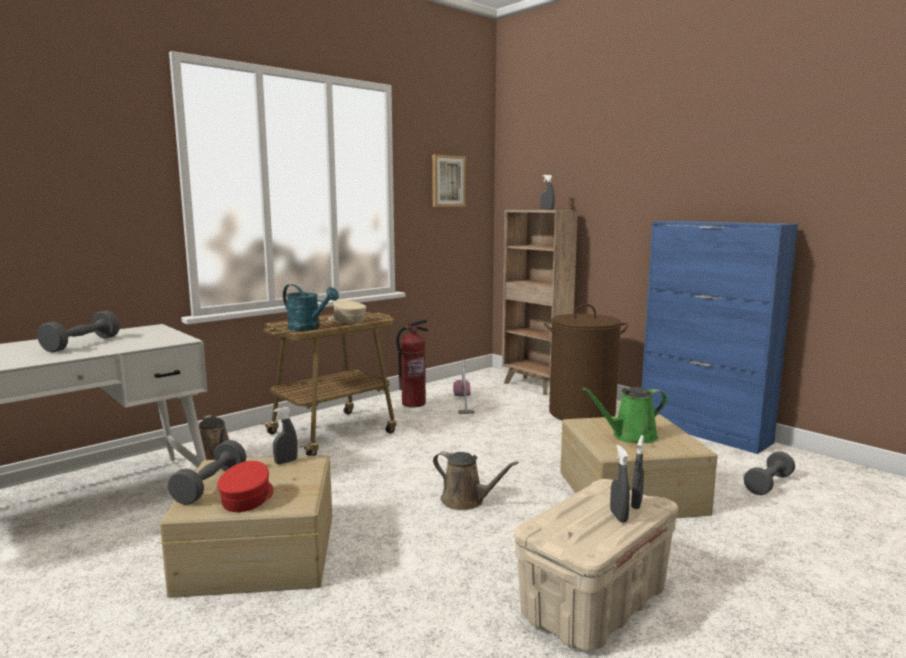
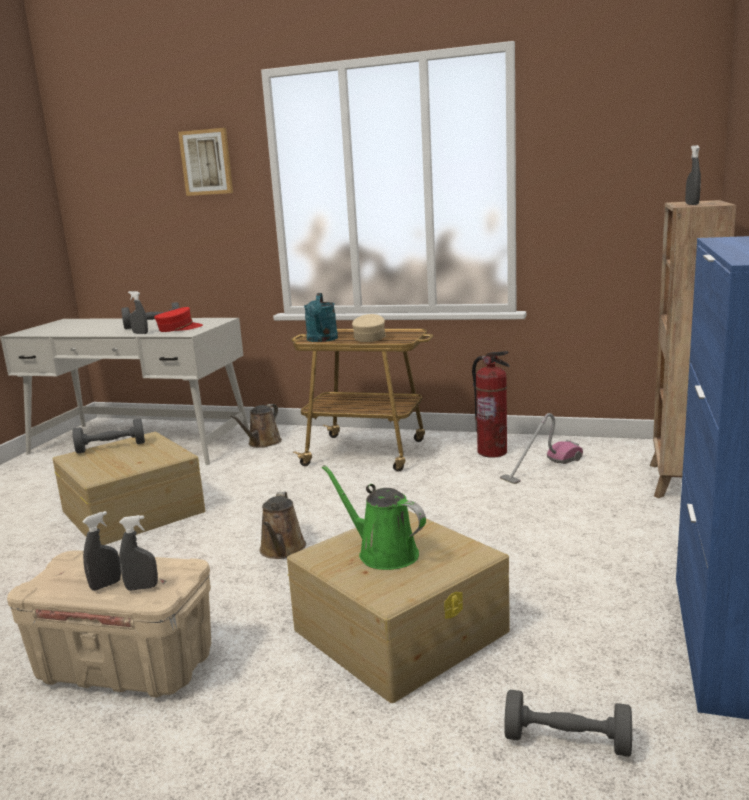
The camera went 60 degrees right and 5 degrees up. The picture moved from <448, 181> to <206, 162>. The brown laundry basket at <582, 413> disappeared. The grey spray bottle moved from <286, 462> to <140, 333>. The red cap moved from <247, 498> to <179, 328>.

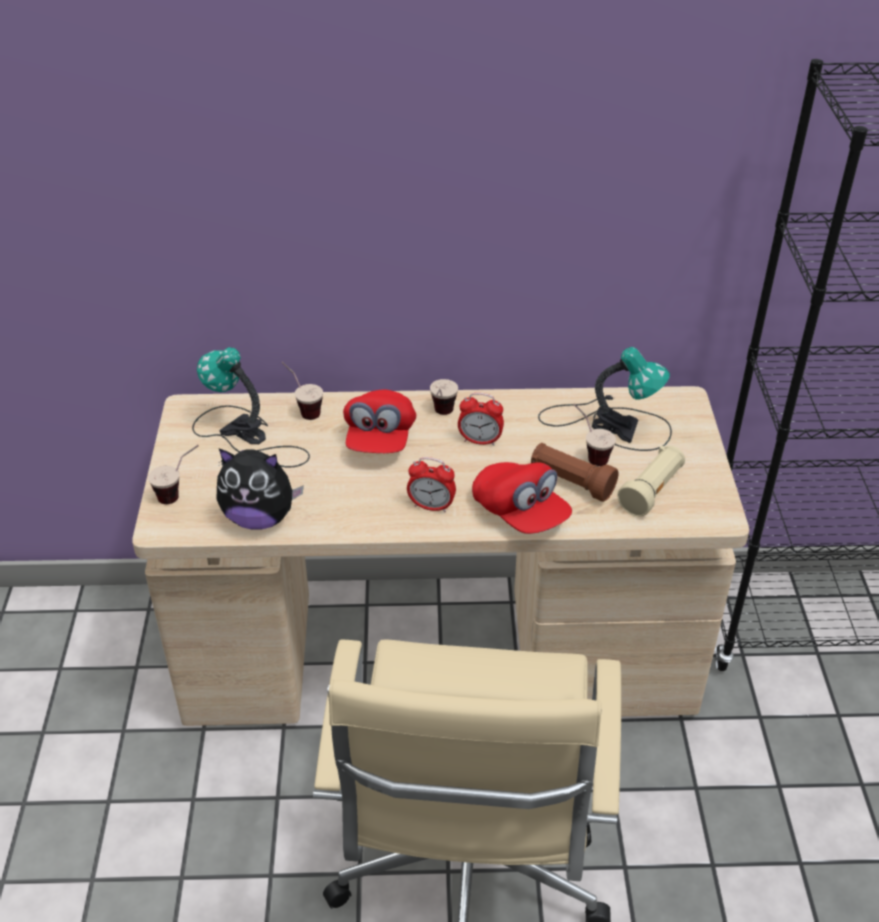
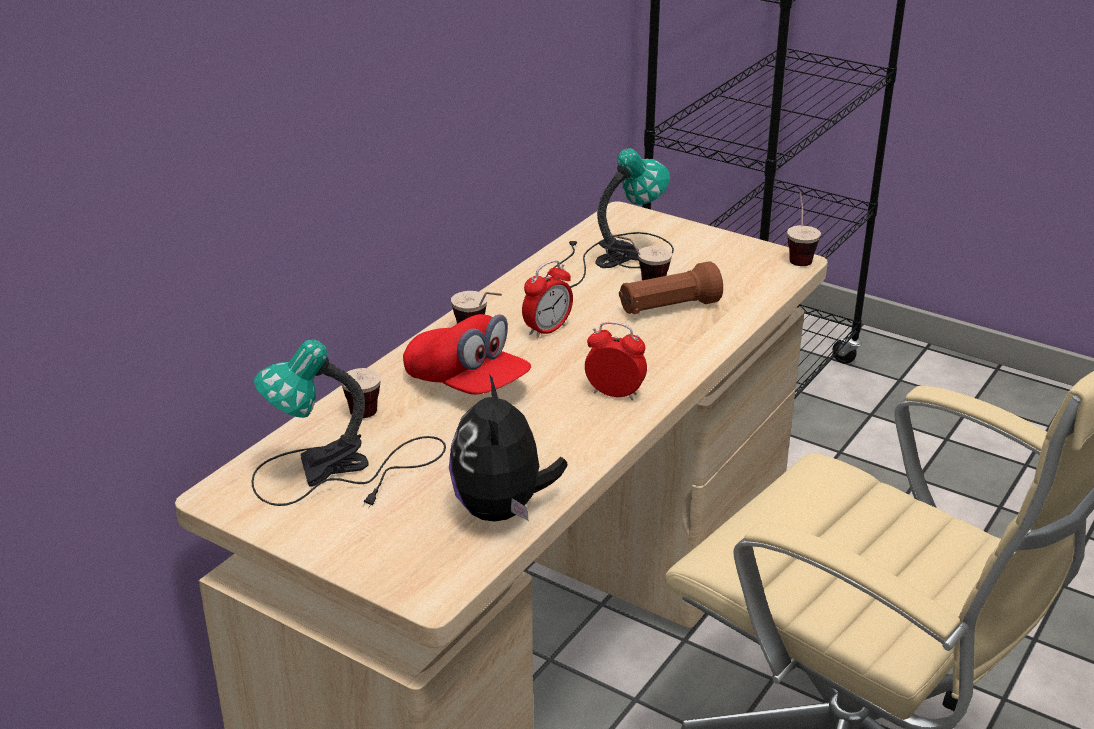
The camera went 55 degrees left and 10 degrees down. The cup moved from <180, 493> to <798, 255>. The beige flashlight at <651, 491> disappeared. The plush toy at <260, 518> turned 135 degrees clockwise. The alarm clock at <431, 506> turned 120 degrees counterclockwise. The red cap at <520, 513> disappeared.

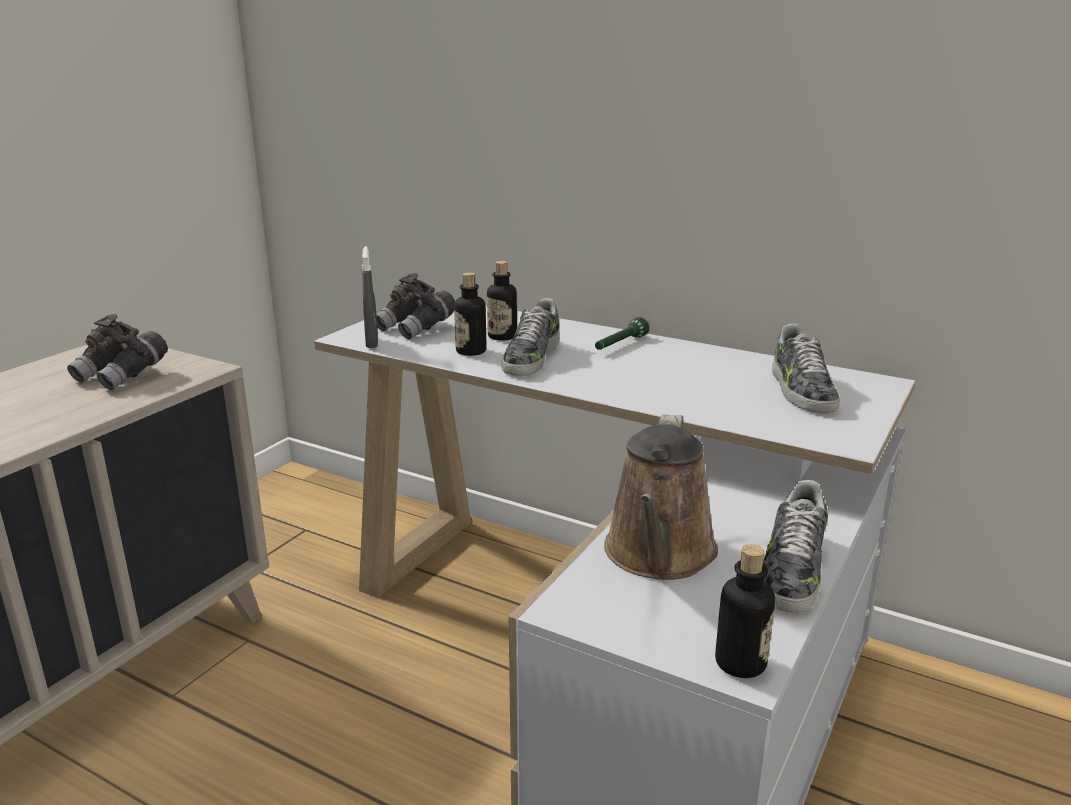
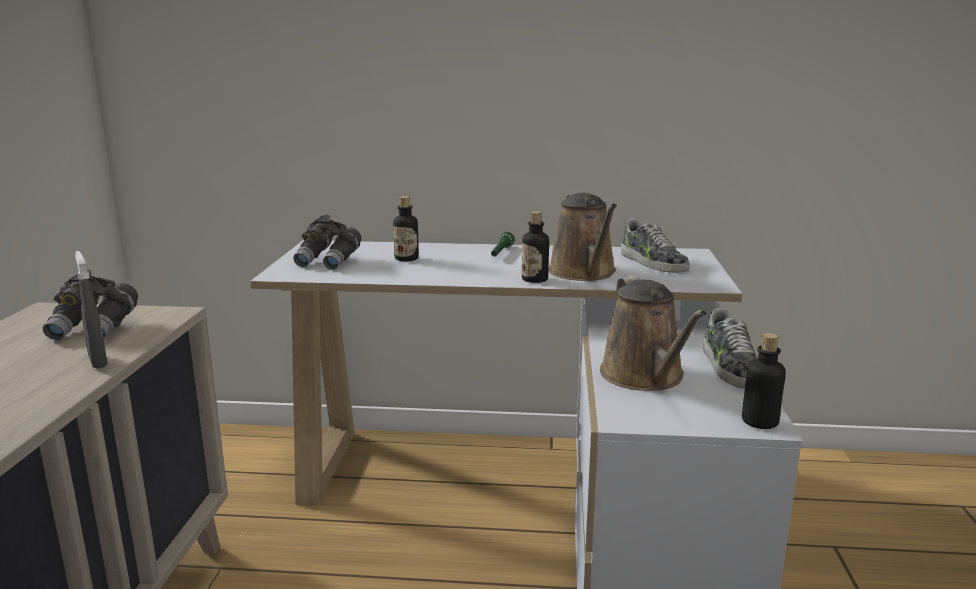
The camera went 25 degrees left and 5 degrees down. The grey spray bottle moved from <372, 343> to <98, 362>. The bottle moved from <471, 351> to <534, 279>. The shoe at <531, 357> disappeared. The brown watering can at <584, 273> appeared.

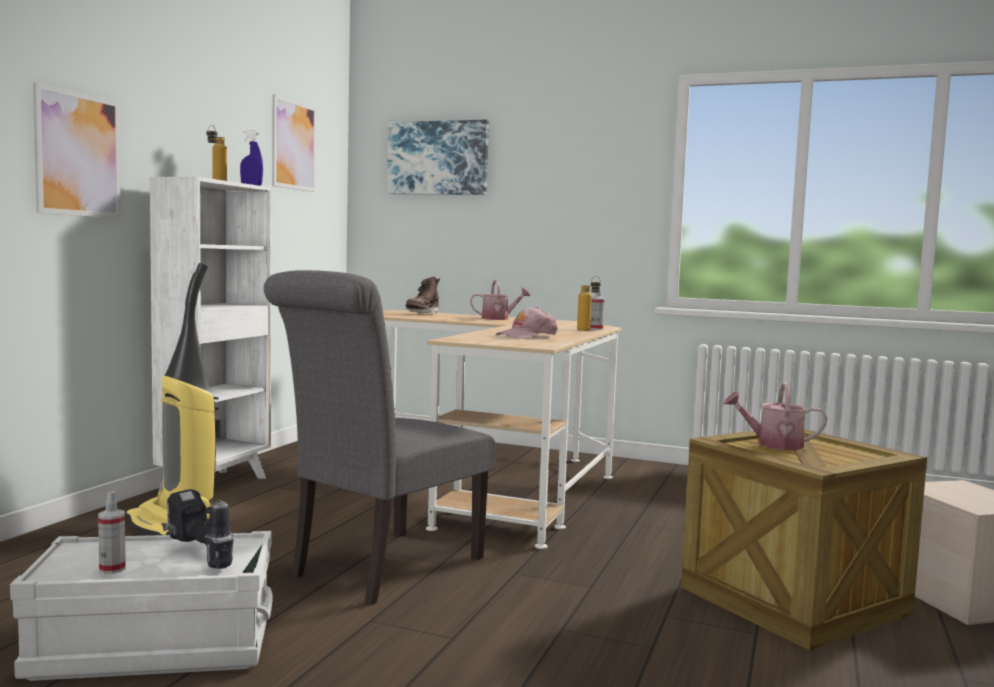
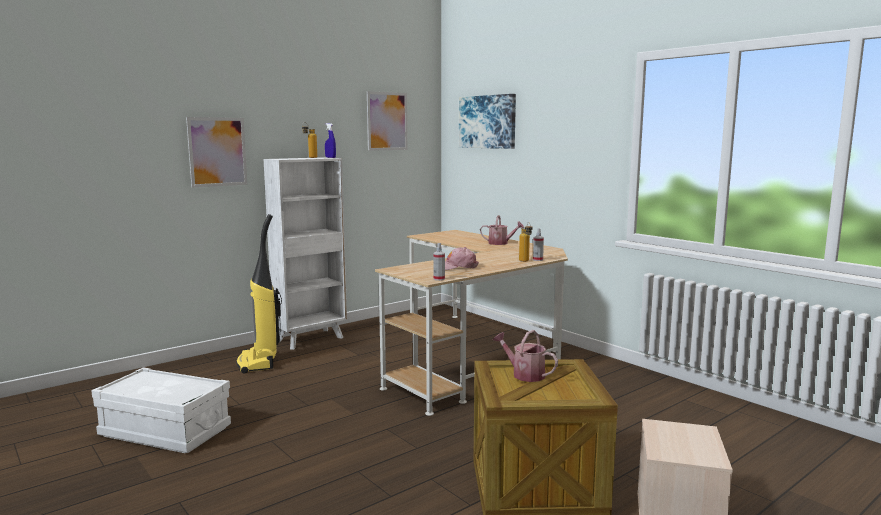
The camera went 30 degrees right and 5 degrees up. The grey chair at <379, 569> disappeared. The brown boot at <422, 313> disappeared. The power drill at <197, 554> disappeared. The spray bottle moved from <112, 569> to <439, 279>.

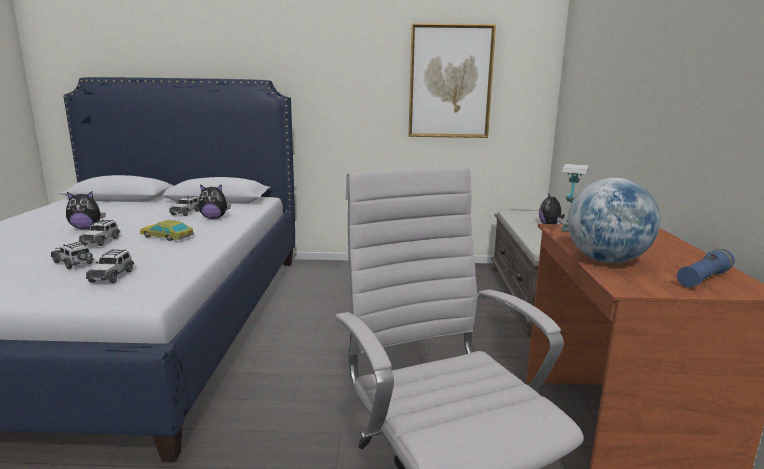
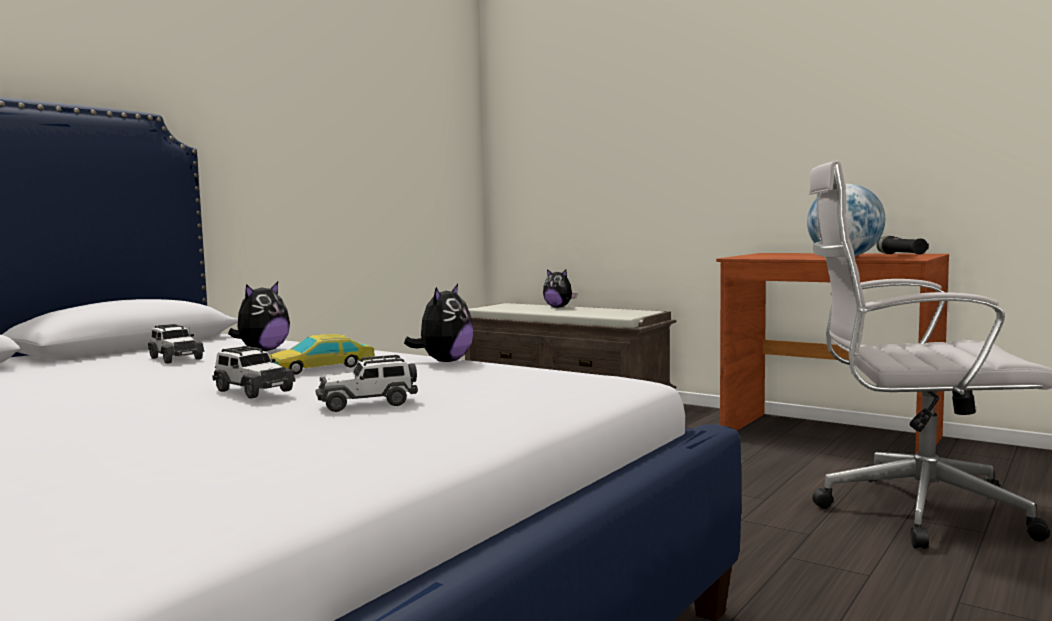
The camera went 55 degrees left and 10 degrees down. The picture at <450, 82> disappeared. The table lamp at <567, 236> disappeared. The plush toy moved from <86, 228> to <444, 361>. The toy car at <112, 276> disappeared. The blue flashlight at <703, 279> became the black flashlight at <901, 254>.

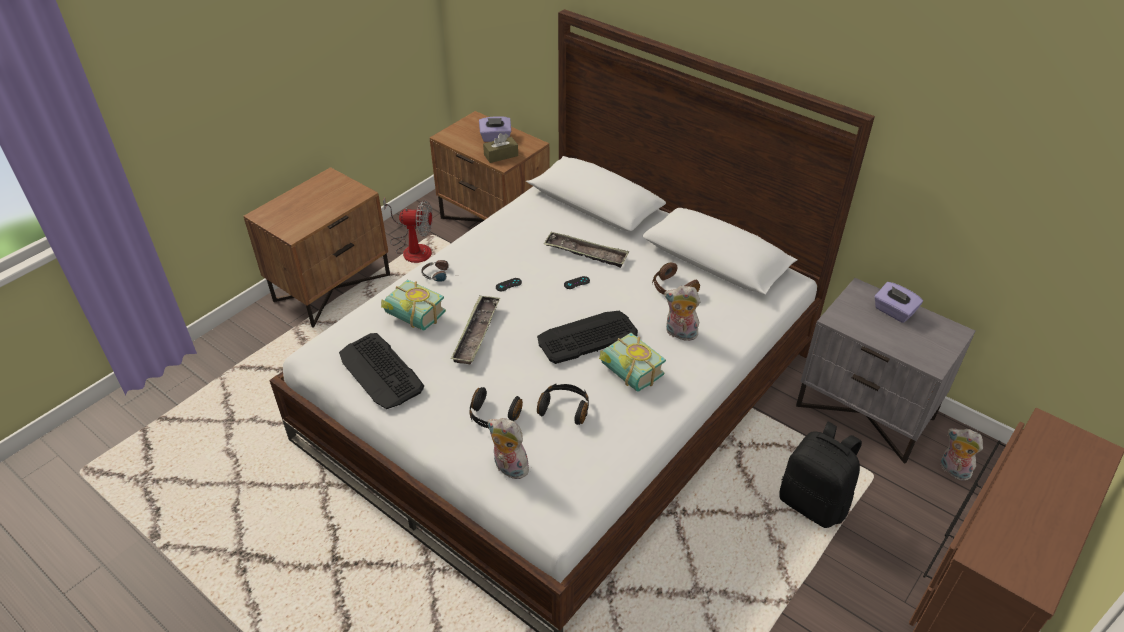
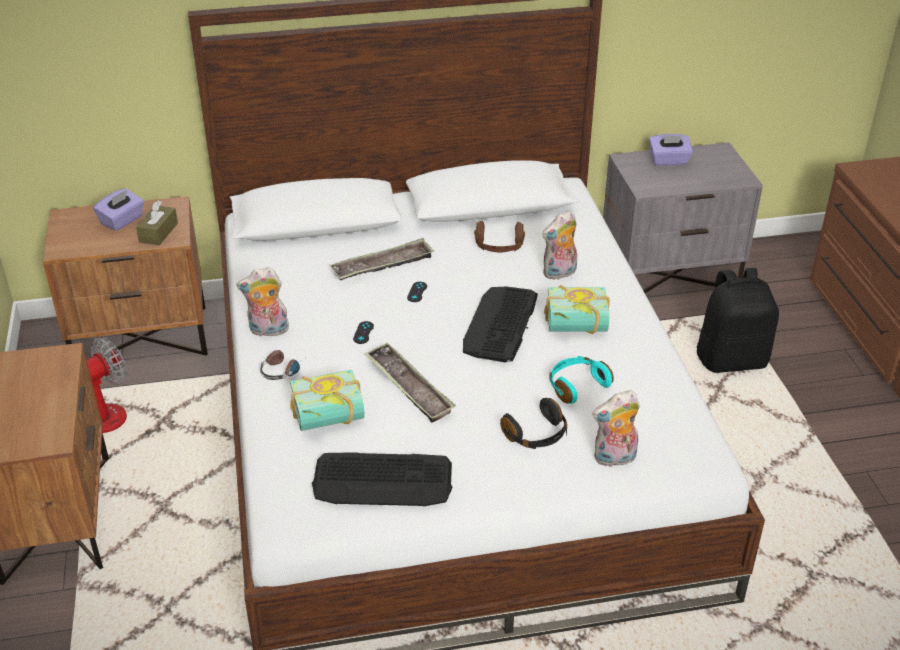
The camera went 50 degrees left and 5 degrees down. The black headphones at <564, 408> became the turquoise headphones at <576, 385>. The plush toy moved from <952, 470> to <268, 331>.

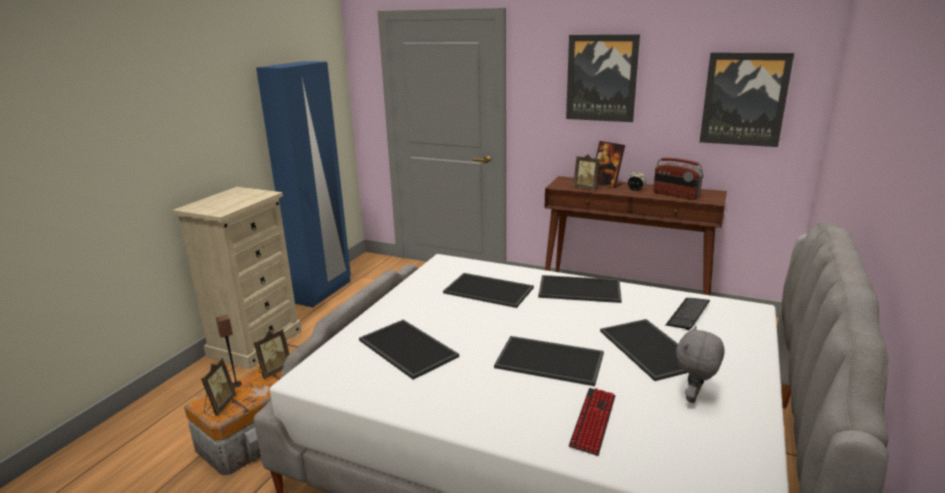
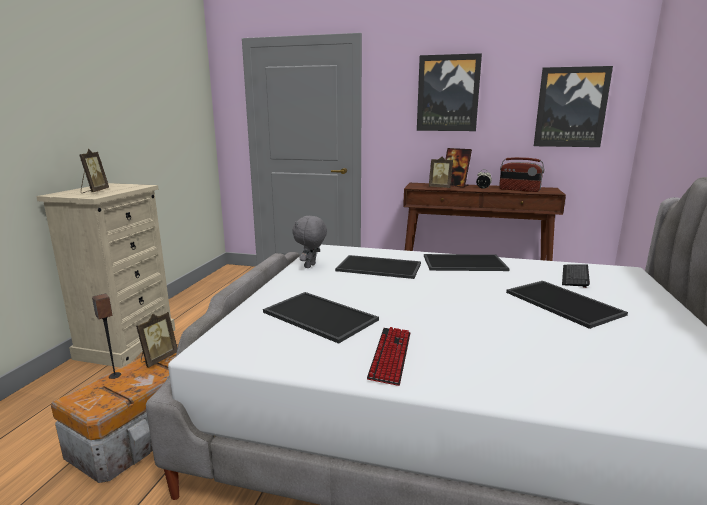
The camera went 10 degrees left and 5 degrees down. The blue wardrobe at <323, 292> disappeared. The grey plush toy moved from <694, 398> to <311, 266>. The tray at <551, 360> disappeared. The picture frame moved from <219, 406> to <94, 191>. The keyboard moved from <593, 421> to <390, 355>.

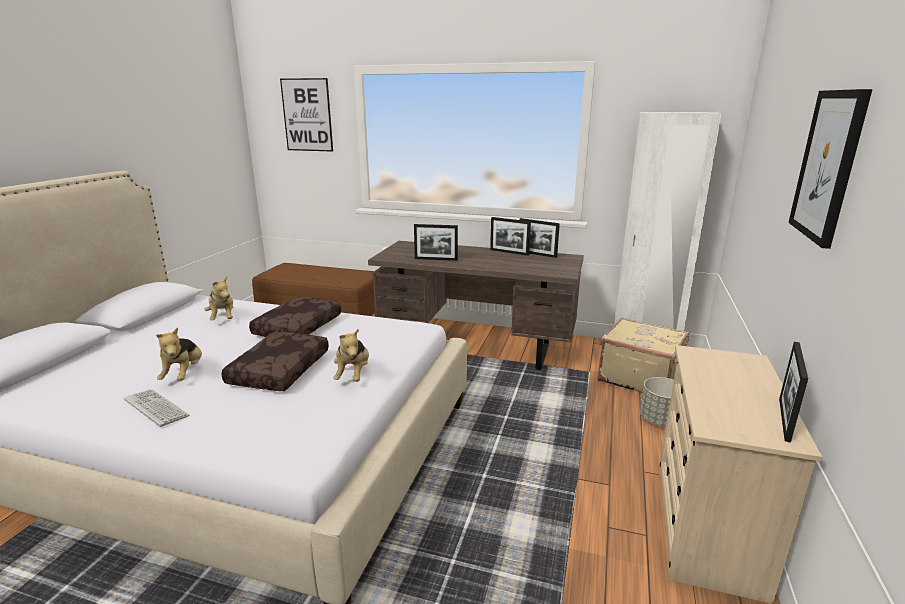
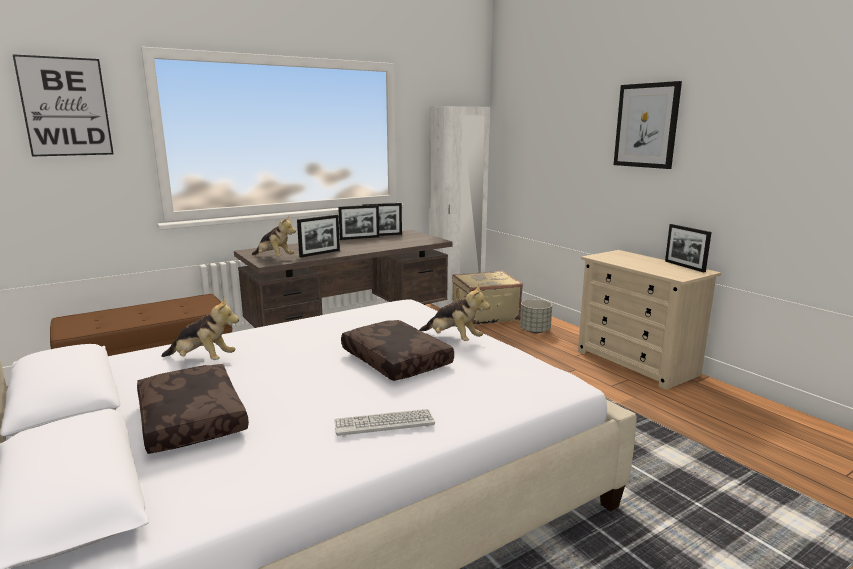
The camera went 50 degrees left and 5 degrees down. The brown pillow moved from <297, 327> to <189, 419>. The plush toy moved from <184, 374> to <274, 258>.

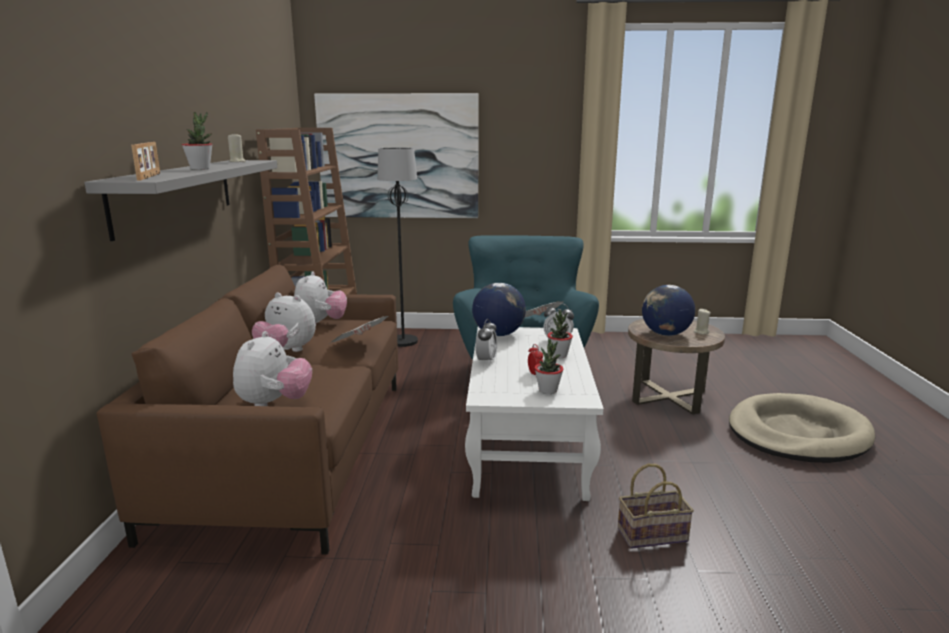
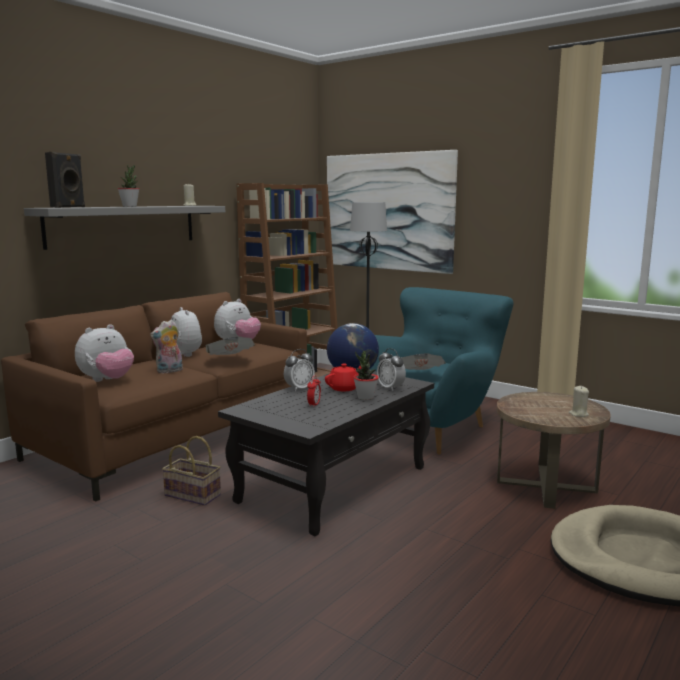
The camera went 35 degrees right and 5 degrees down. The picture frame at <150, 176> was replaced by the black speaker at <69, 207>. The globe at <665, 334> disappeared. The white coffee table at <527, 446> became the black coffee table at <334, 483>. The potted plant at <548, 390> disappeared. The basket moved from <653, 534> to <194, 495>. The plush toy at <169, 371> appeared. The red teapot at <344, 388> appeared.

